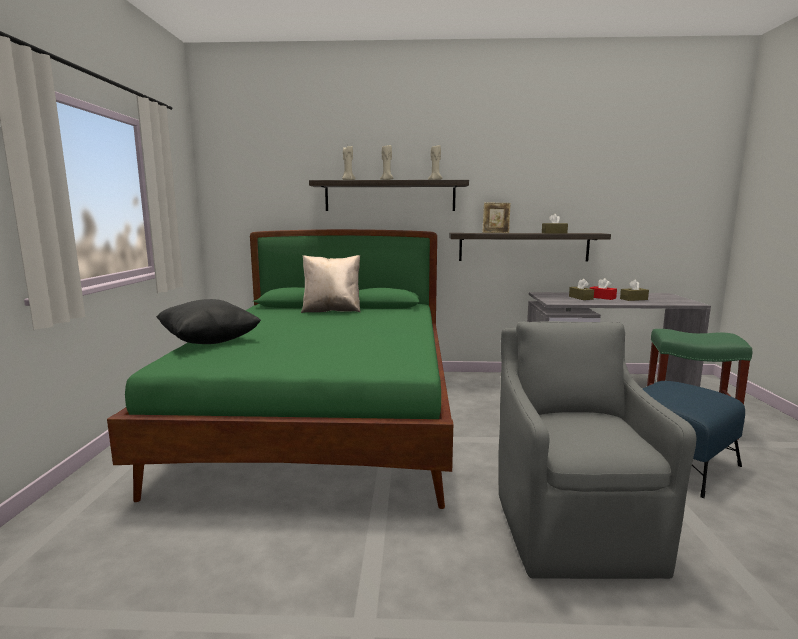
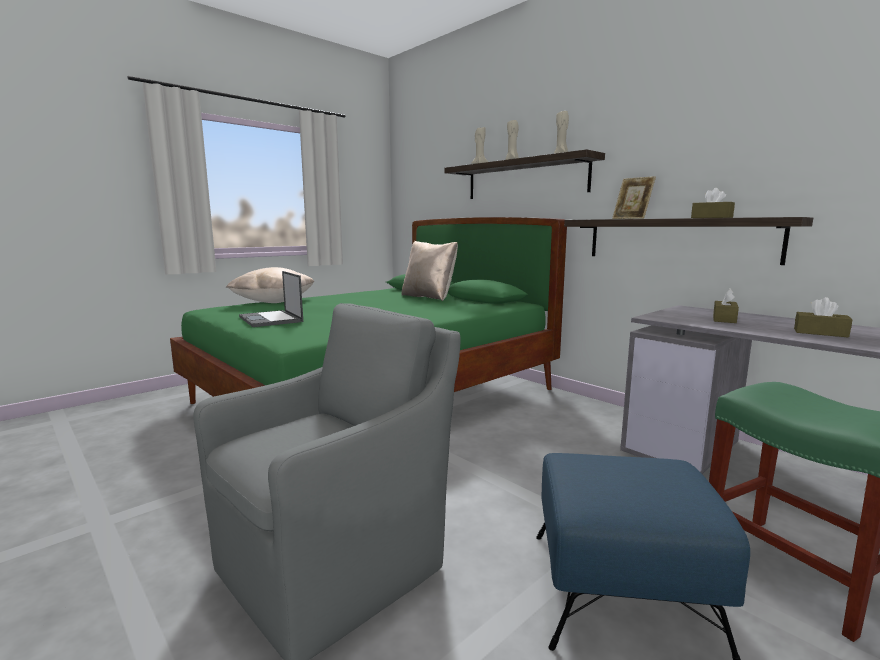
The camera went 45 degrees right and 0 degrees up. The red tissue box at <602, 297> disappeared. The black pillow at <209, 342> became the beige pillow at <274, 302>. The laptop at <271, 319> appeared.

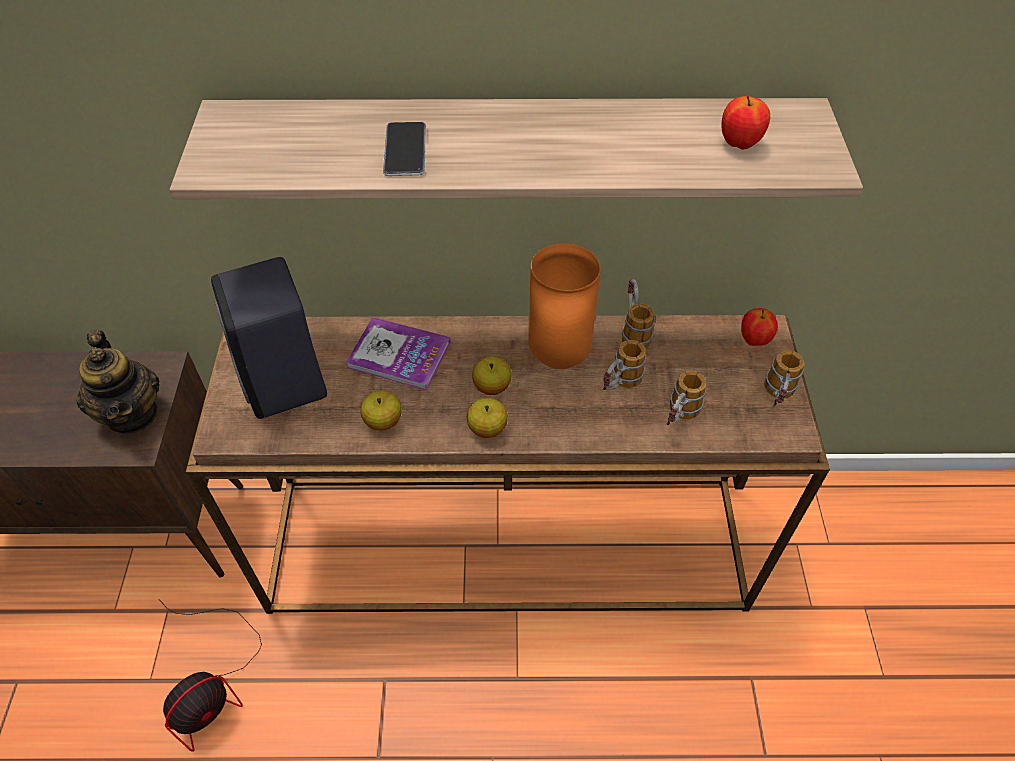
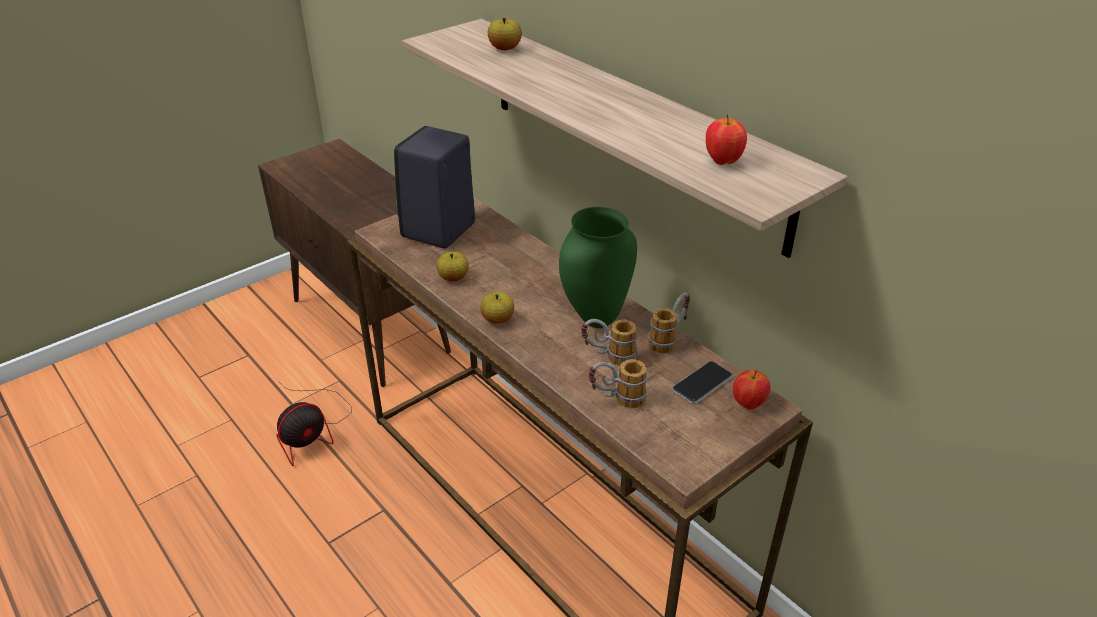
The camera went 50 degrees right and 15 degrees down. The phone moved from <405, 150> to <702, 383>. The orange vase at <556, 357> became the green vase at <595, 318>. The book at <399, 355> disappeared. The teapot at <133, 413> disappeared. The mug at <776, 398> disappeared. The apple moved from <492, 386> to <505, 49>. The fan at <212, 683> turned 45 degrees counterclockwise.

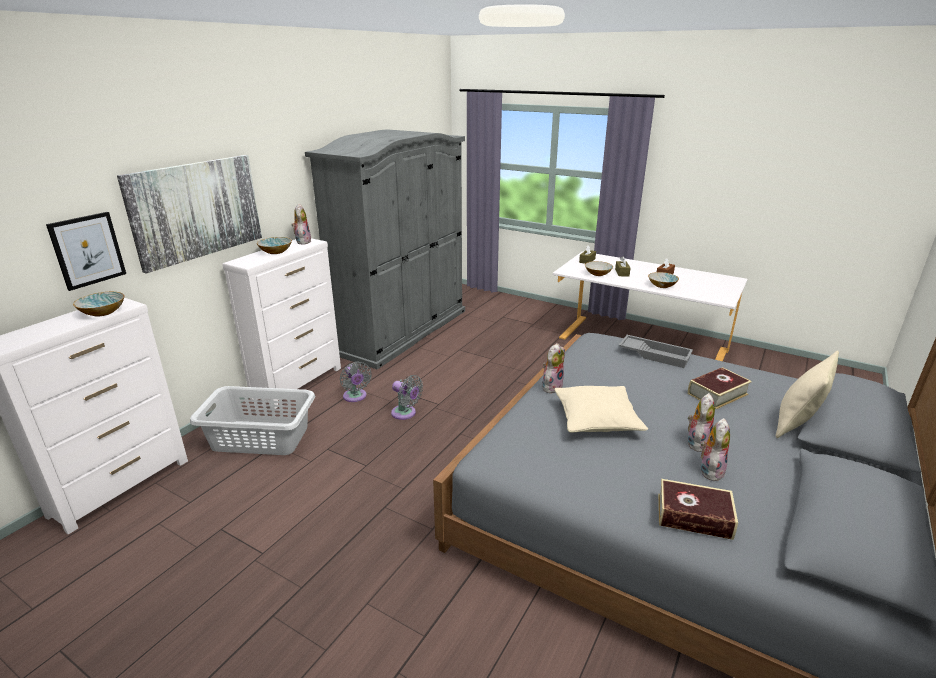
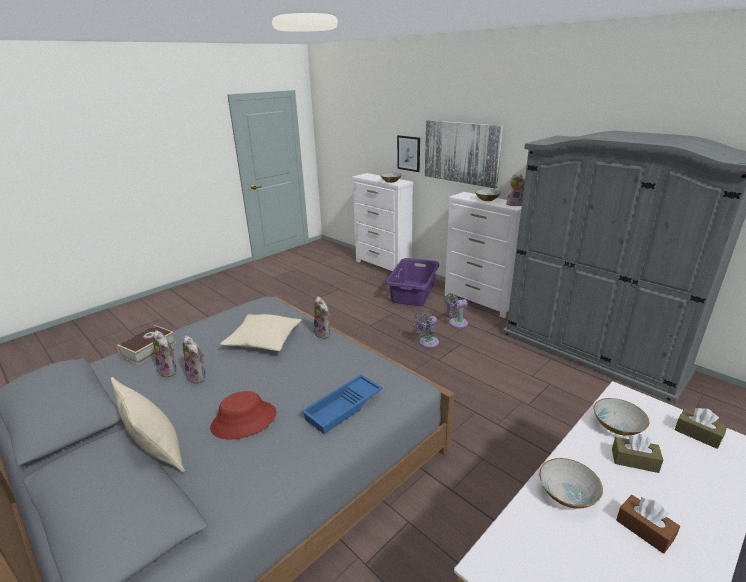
The camera went 105 degrees right and 0 degrees up. The grey tray at <655, 355> became the blue tray at <344, 408>. The book at <717, 394> was replaced by the red hat at <244, 420>. The grey laundry basket at <260, 437> became the purple laundry basket at <413, 293>.

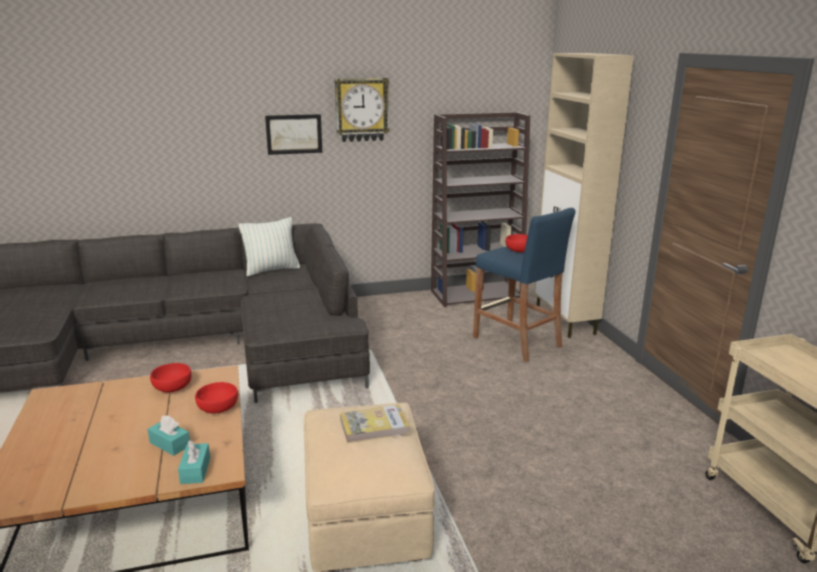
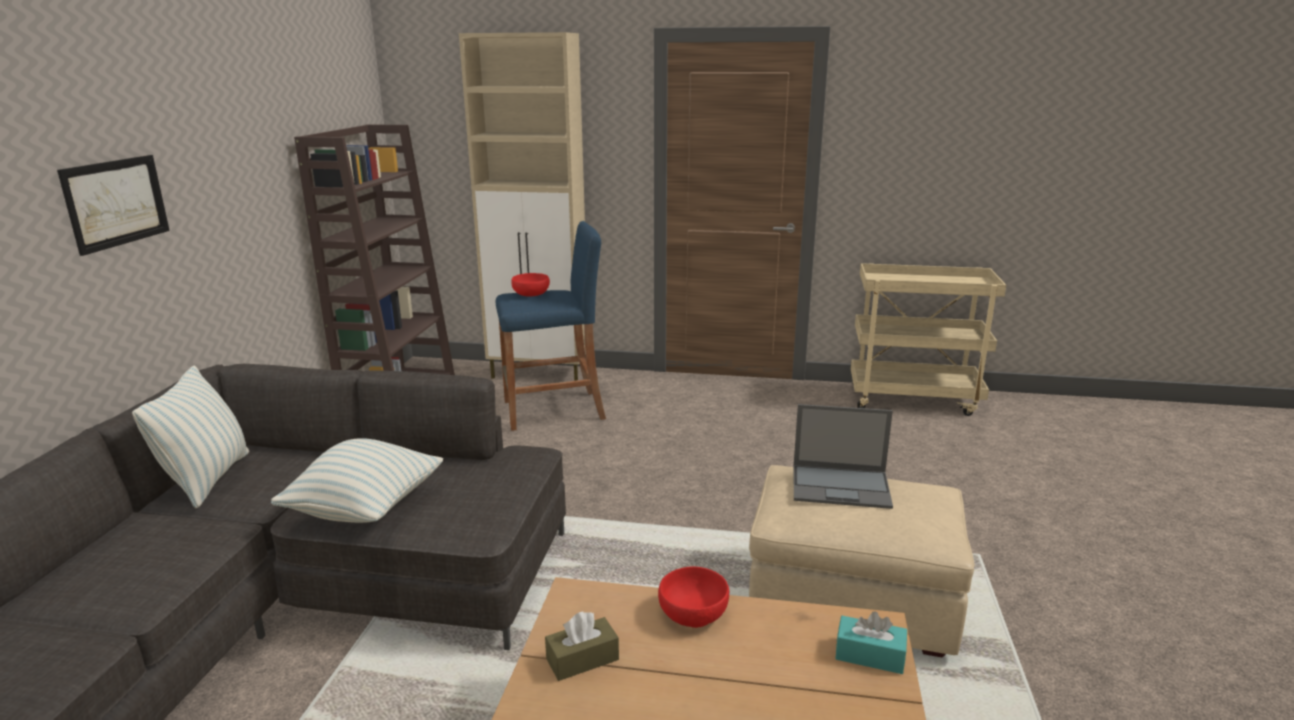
The camera went 65 degrees left and 0 degrees up. The wall clock at <361, 109> disappeared. The red bowl at <172, 387> was replaced by the brown tissue box at <582, 659>. The book at <374, 426> was replaced by the laptop at <842, 486>. The turquoise tissue box at <170, 444> disappeared. The pillow at <365, 509> appeared.

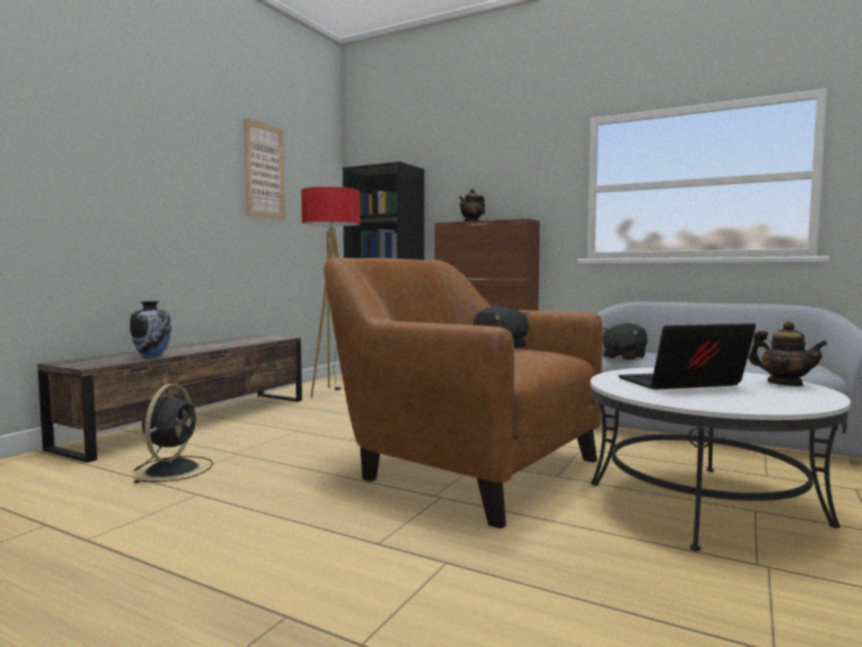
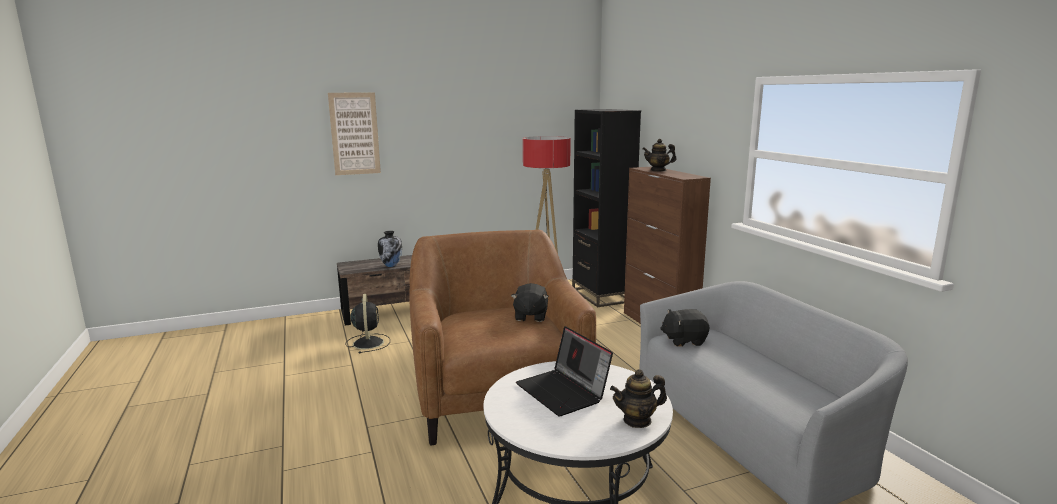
The camera went 40 degrees right and 10 degrees up. The picture moved from <265, 171> to <354, 134>. The teapot at <785, 384> turned 75 degrees clockwise. The laptop at <681, 384> turned 150 degrees counterclockwise. The black fan at <173, 469> turned 60 degrees counterclockwise.

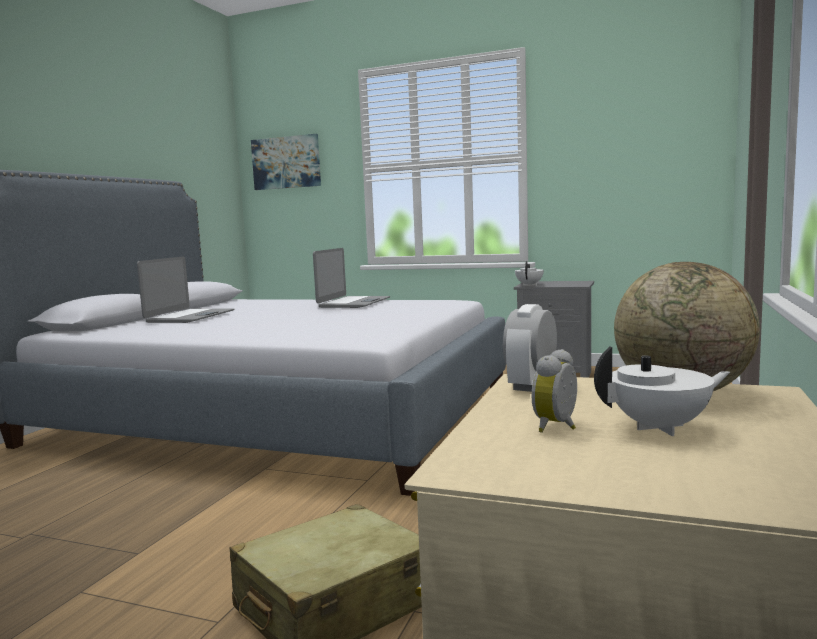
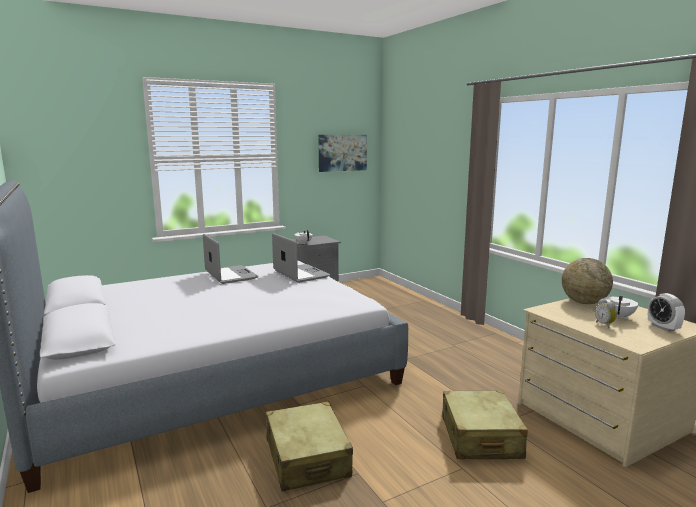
The camera went 50 degrees left and 5 degrees up. The picture moved from <286, 162> to <342, 152>. The laptop moved from <190, 317> to <300, 274>. The alarm clock moved from <531, 385> to <663, 327>. The beige suitcase at <307, 458> appeared.

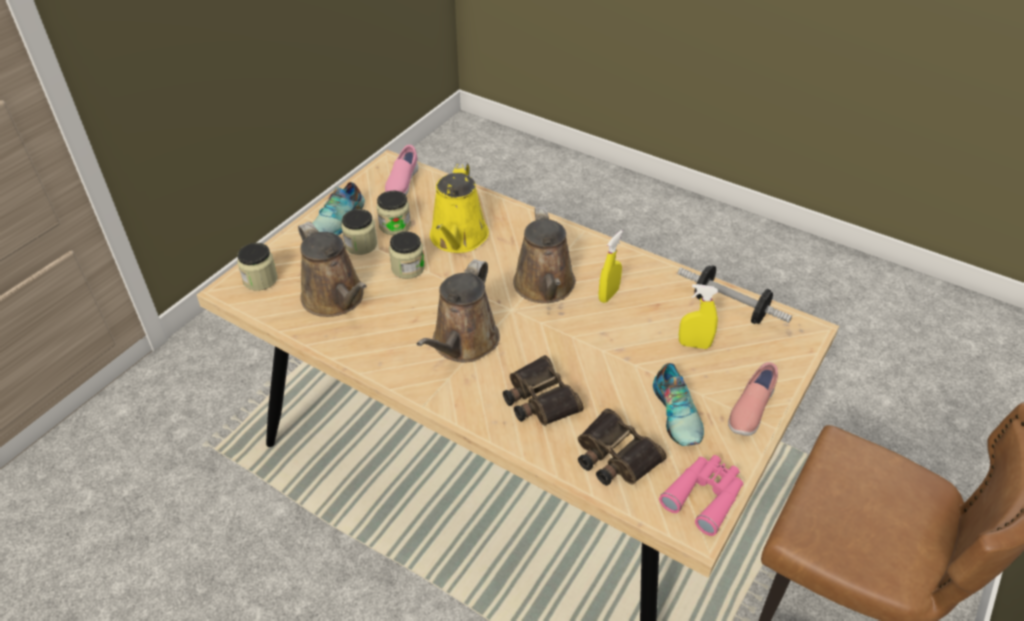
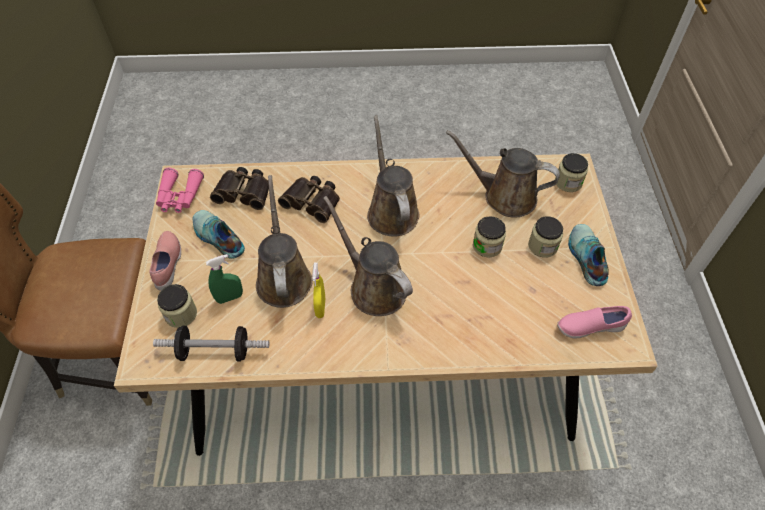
The camera went 145 degrees right and 10 degrees up. The pink shoe at <402, 184> turned 75 degrees counterclockwise. The yellow watering can at <458, 238> disappeared. The jar moved from <395, 225> to <181, 314>. The yellow spray bottle at <694, 344> became the green spray bottle at <229, 297>. The brown watering can at <283, 277> appeared.

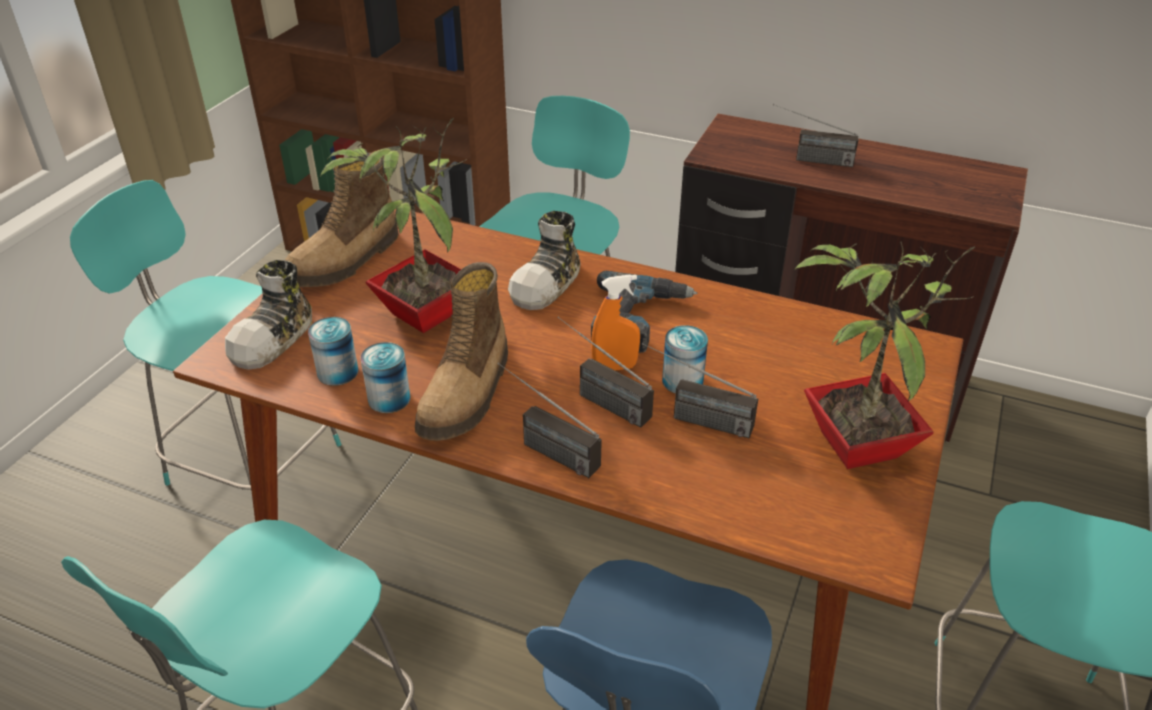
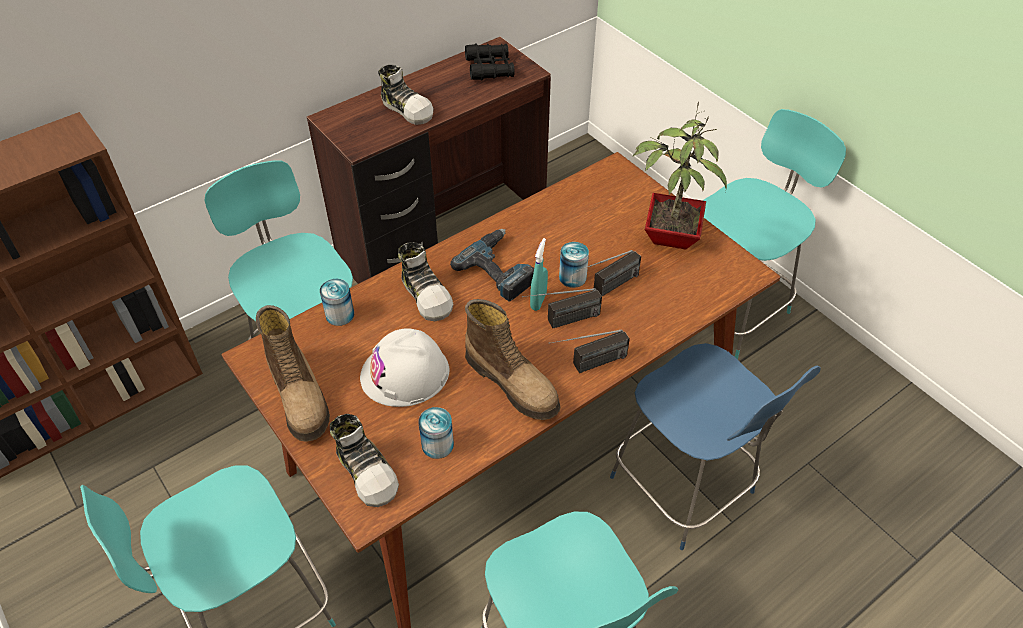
The camera went 60 degrees left and 10 degrees up. The radio at <809, 159> was replaced by the shoe at <407, 109>. The potted plant at <422, 313> was replaced by the white hard hat at <405, 373>. The orange spray bottle at <614, 367> became the turquoise spray bottle at <538, 301>. The can moved from <389, 399> to <340, 314>. The black binoculars at <489, 68> appeared.

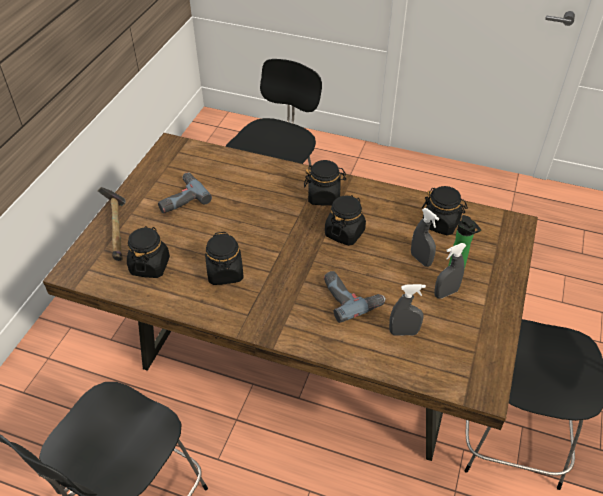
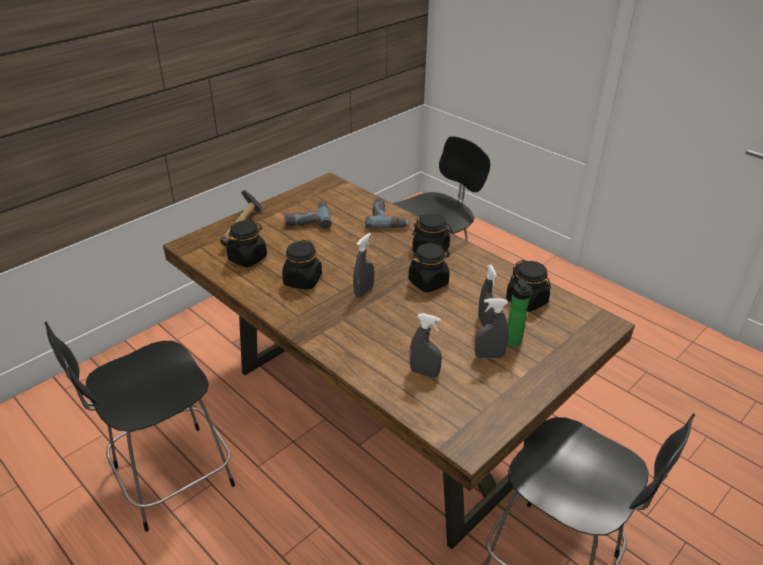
The camera went 25 degrees right and 10 degrees down. The power drill moved from <351, 297> to <387, 219>. The grey spray bottle at <364, 291> appeared.

